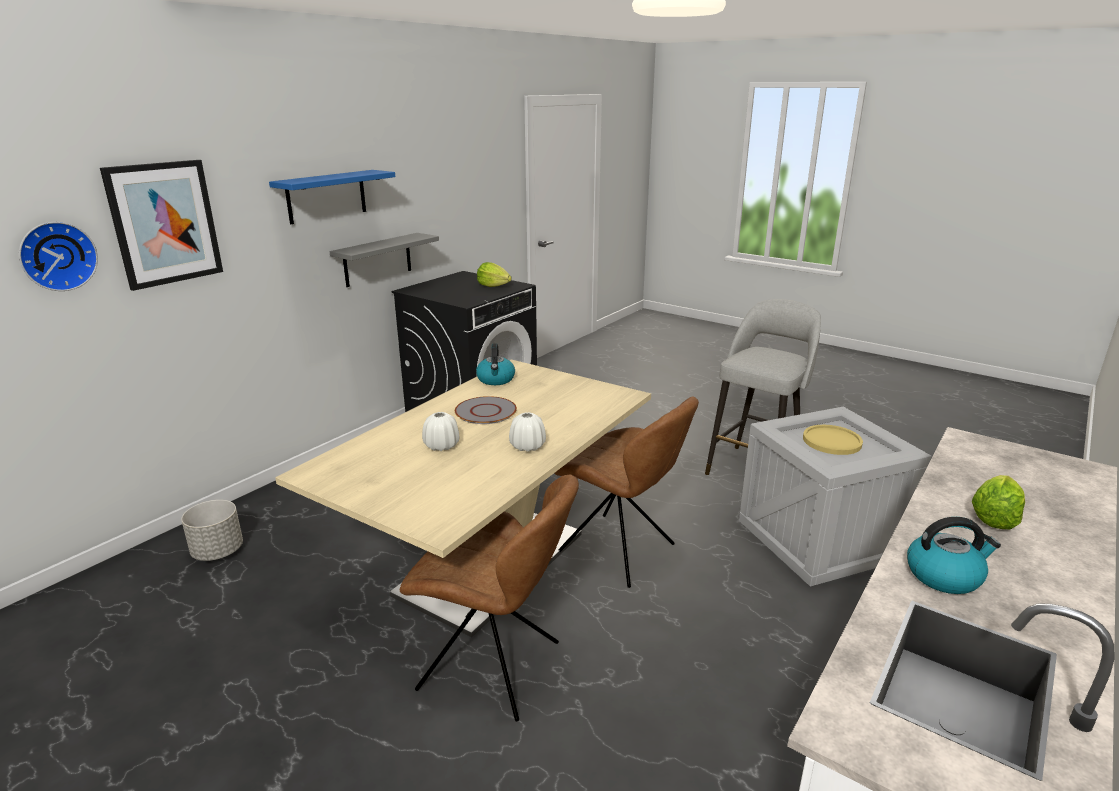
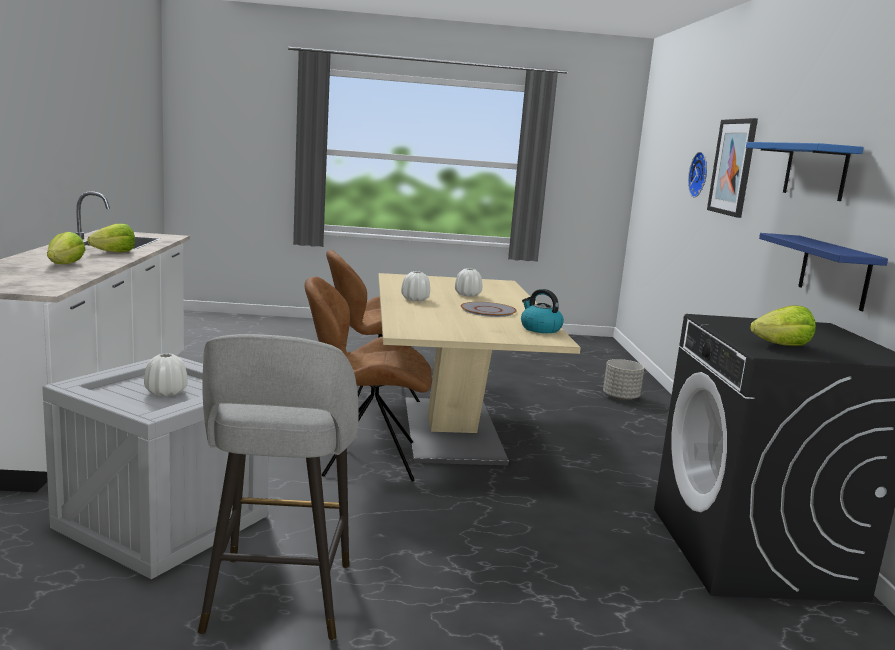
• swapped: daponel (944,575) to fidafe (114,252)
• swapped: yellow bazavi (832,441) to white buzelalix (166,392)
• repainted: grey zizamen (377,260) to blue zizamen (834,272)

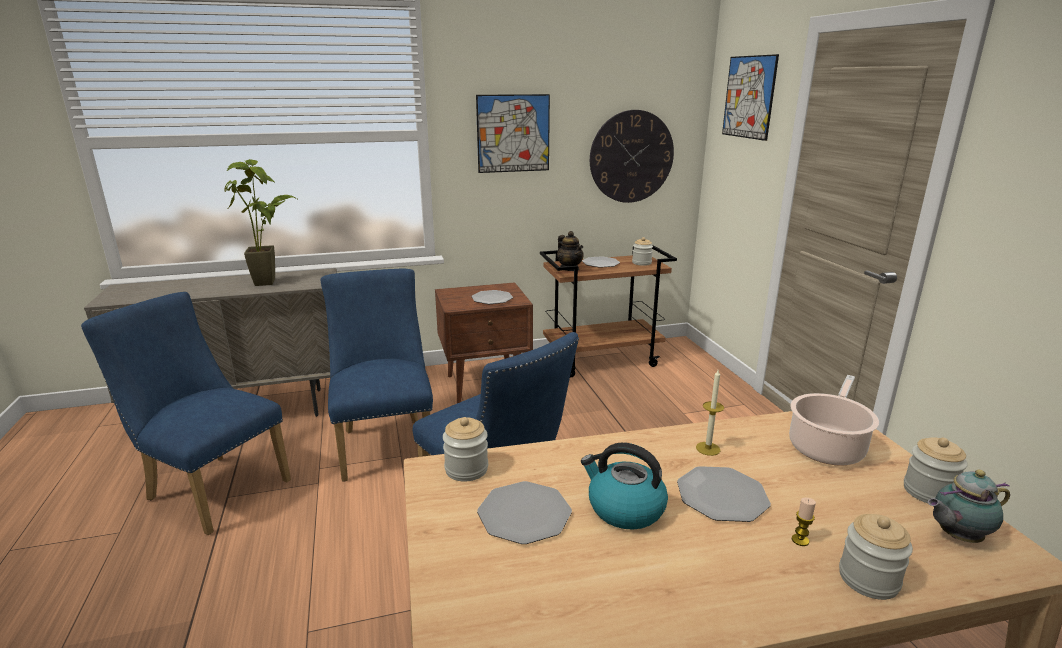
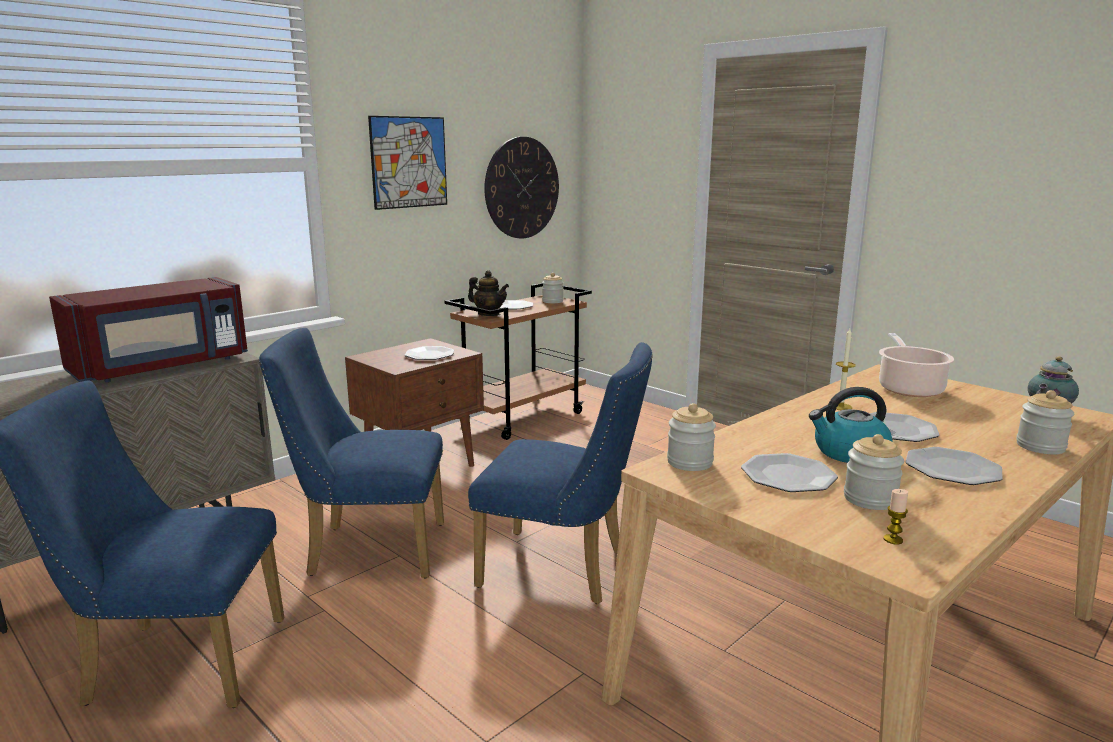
• swapped: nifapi (274,283) to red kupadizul (162,367)
• rotated: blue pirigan (386,444) = (367,550) 45 degrees counterclockwise
• shifted: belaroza (928,492) to (870,499)
• shifted: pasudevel (800,540) to (893,539)
• new: bazavi (952,468)
• gone: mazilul (749,97)

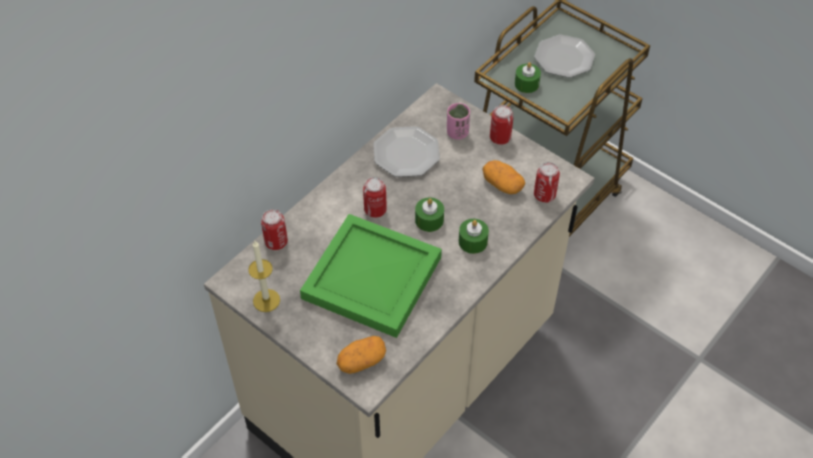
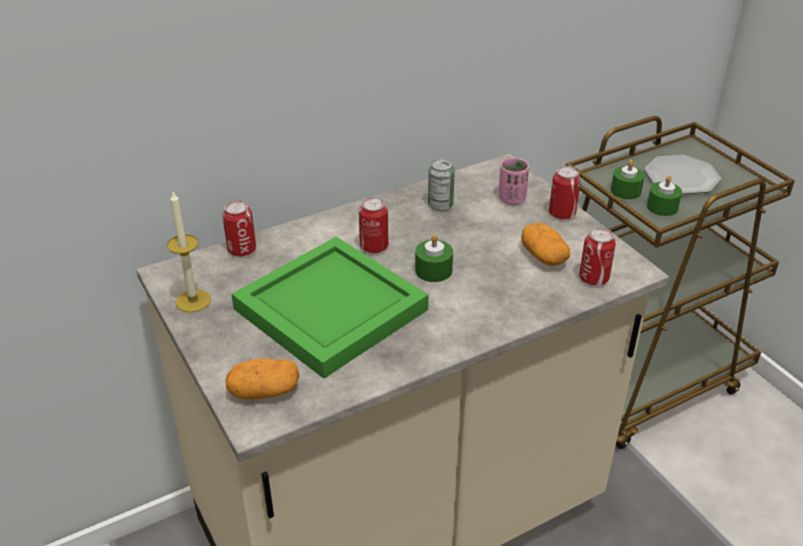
• swapped: bazavi (406,154) to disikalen (440,205)
• shifted: green pasudevel (473,241) to (662,207)

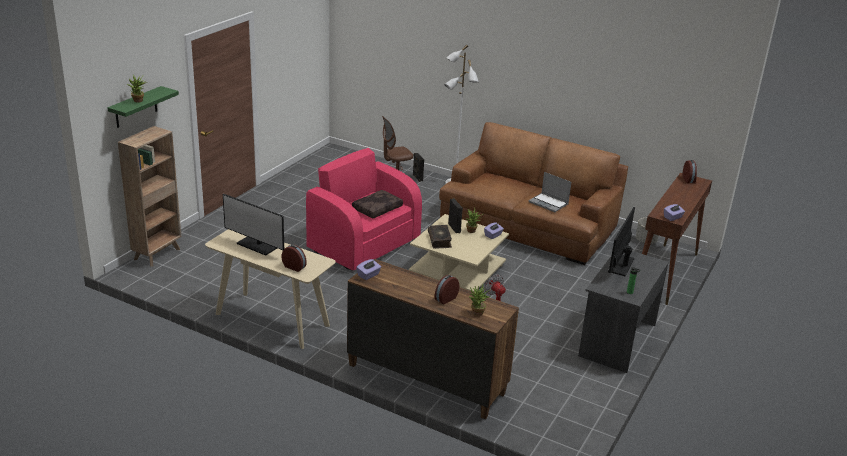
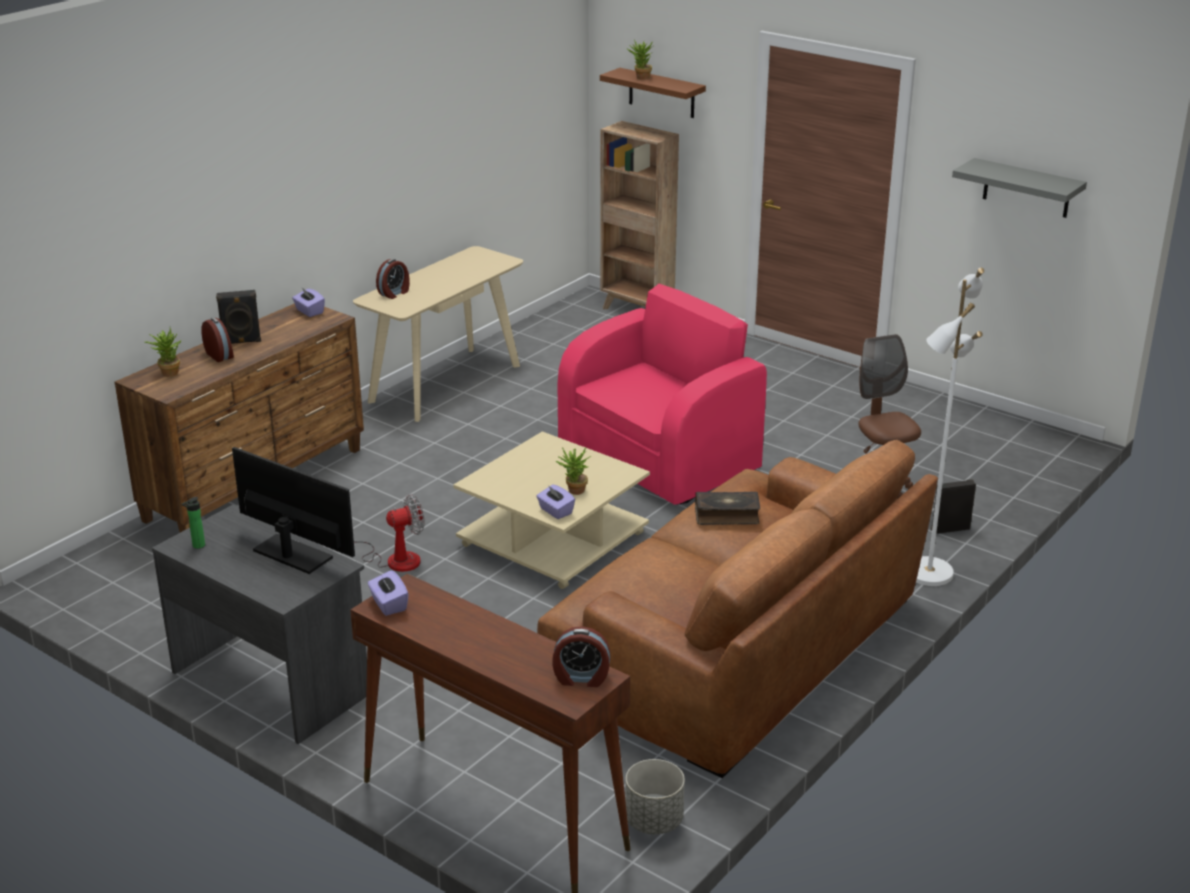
• shifted: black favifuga (455,228) to (241,342)
• repainted: green zizamen (136,107) to brown zizamen (661,93)
• shifted: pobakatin (440,240) to (727,515)
• new: grey zizamen (1026,188)
• gone: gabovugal (256,246)
• gone: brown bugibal (377,209)
• gone: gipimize (549,203)

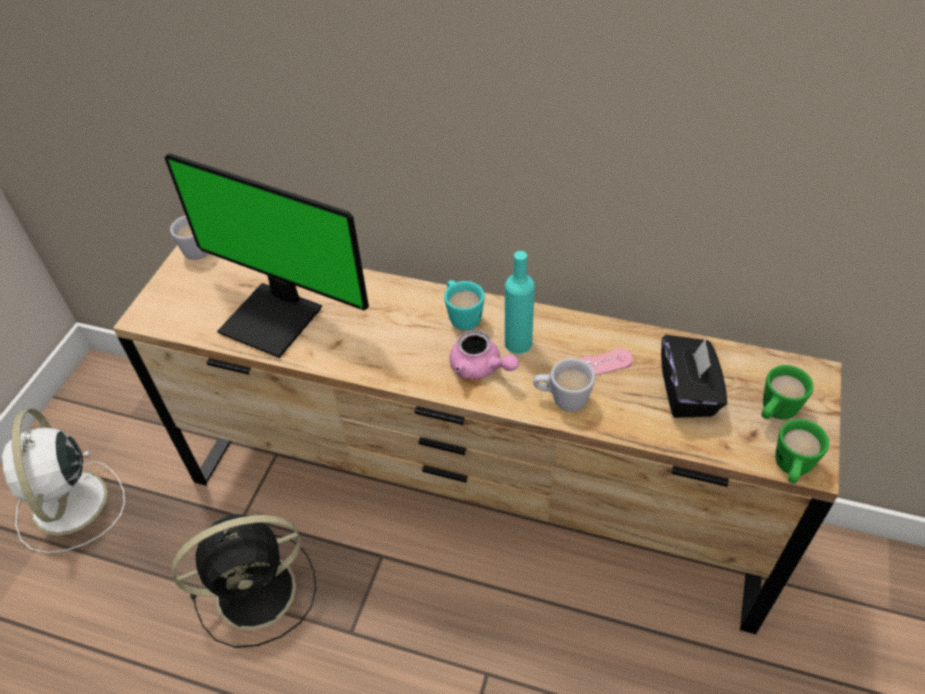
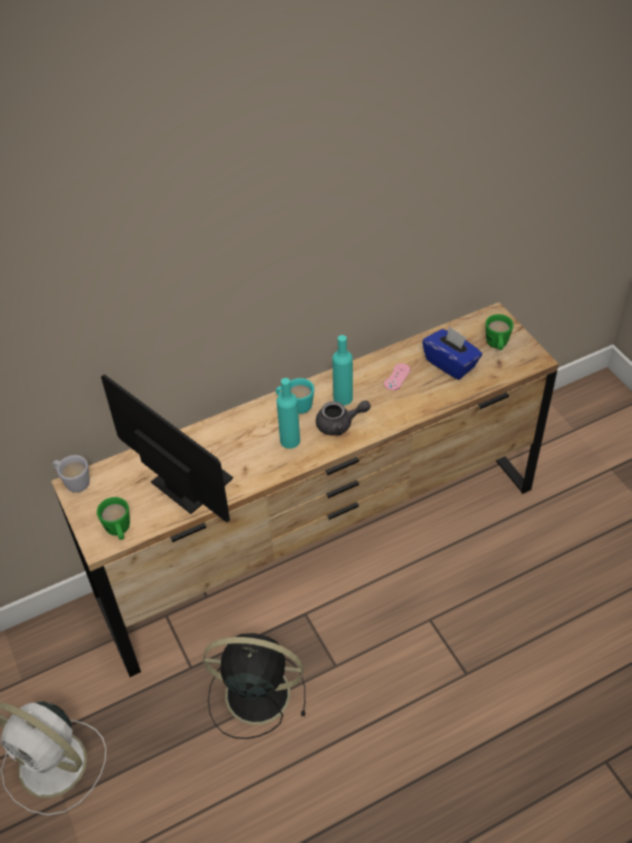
• shifted: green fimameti (791,469) to (119,531)
• rotated: gabovugal (275,318) = (188,483) 120 degrees counterclockwise
• rotated: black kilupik (260,590) = (254,693) 105 degrees counterclockwise
• new: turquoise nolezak (290,440)
• repainted: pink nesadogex (480,368) to grey nesadogex (340,424)
• repainted: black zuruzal (688,392) to blue zuruzal (450,363)
• gone: white fimameti (561,399)

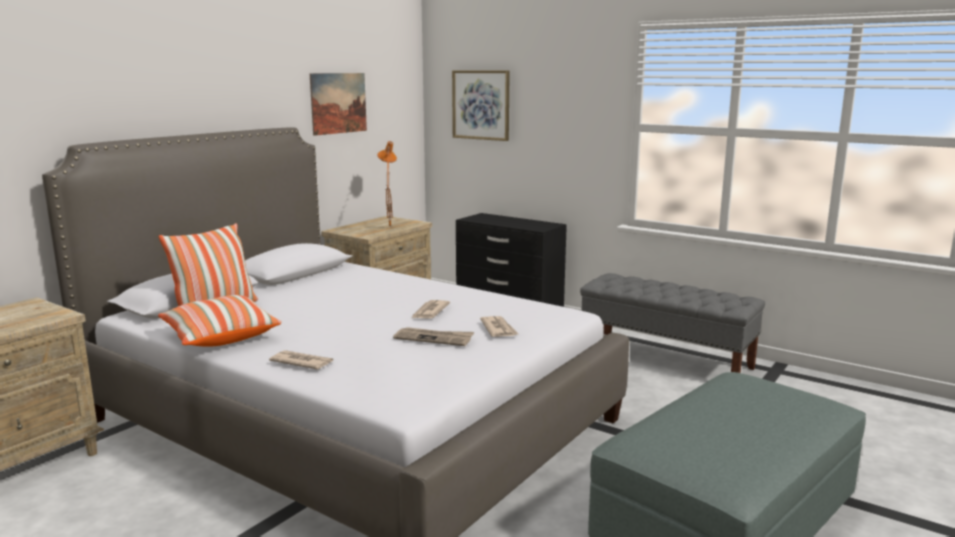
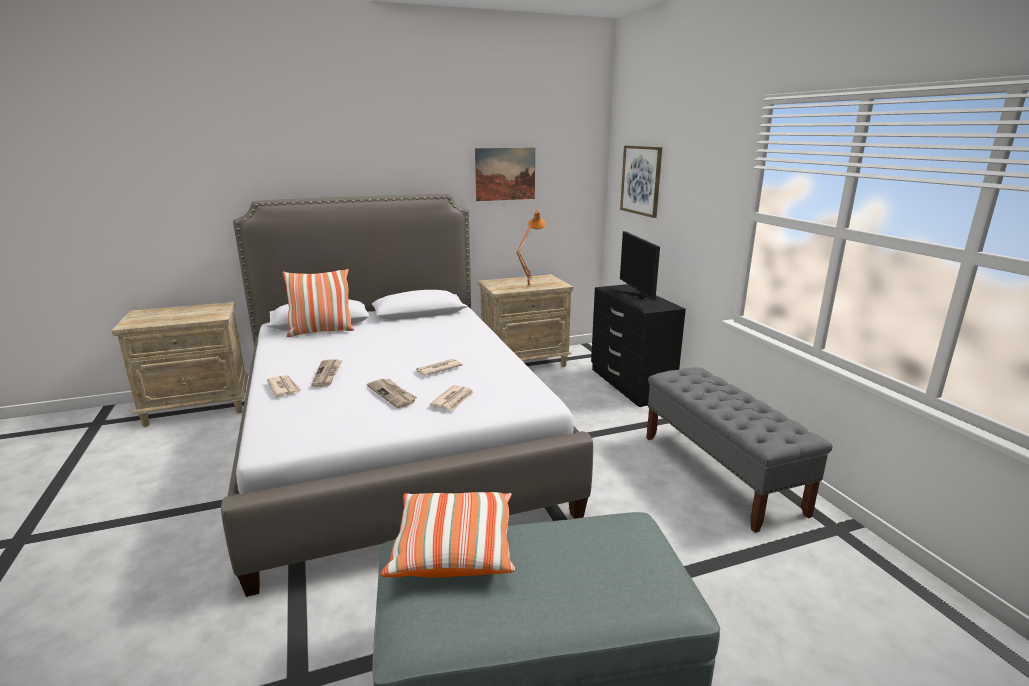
• new: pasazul (327,374)
• shifted: bugibal (219,337) to (453,549)
• new: gabovugal (639,298)

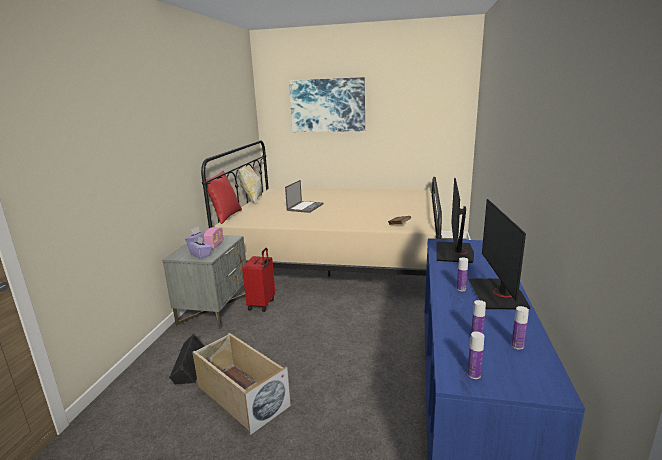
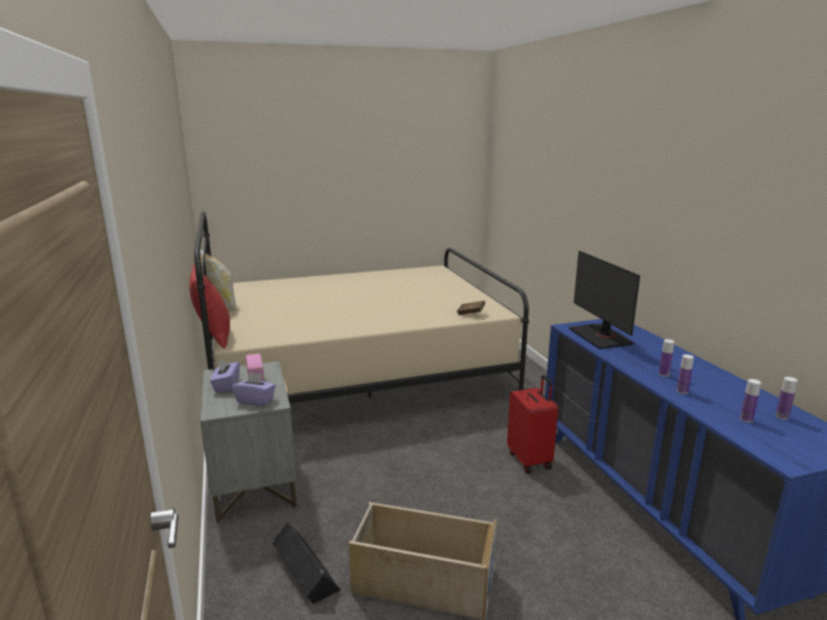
• shifted: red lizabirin (262,304) to (530,460)
• shifted: nolezak (473,375) to (682,391)
• gone: gipimize (305,207)
• gone: mazilul (327,105)
• gone: gabovugal (498,294)

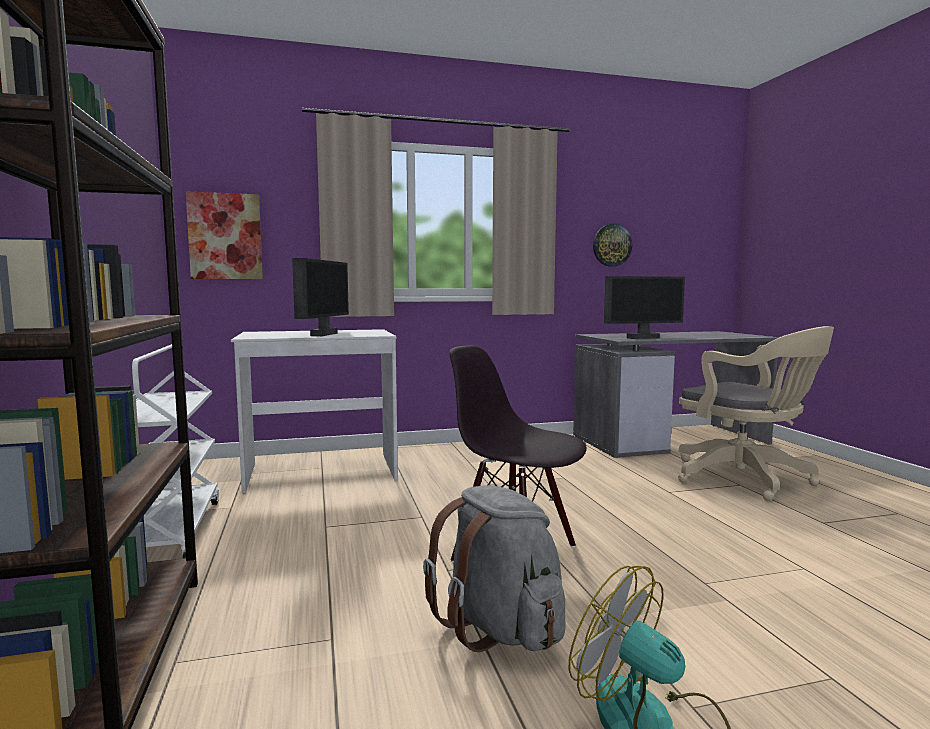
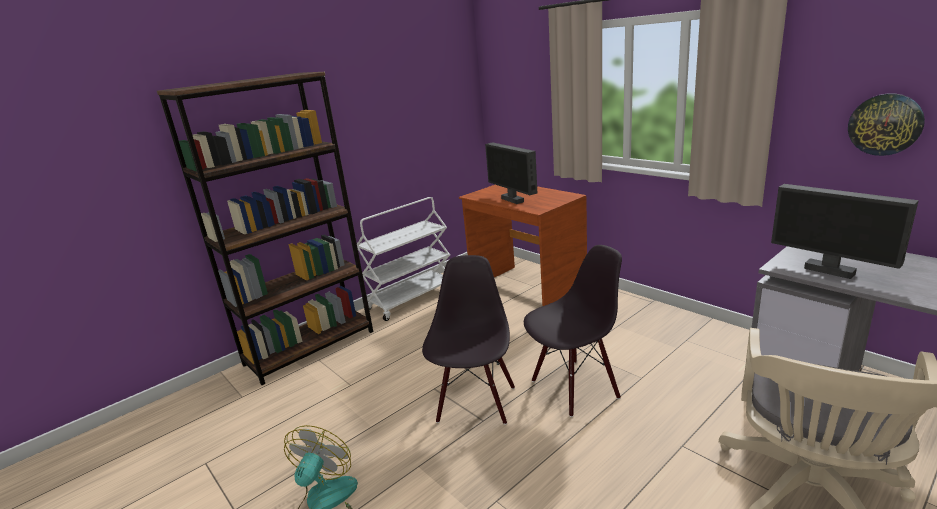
• repainted: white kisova (321,472) to brown kisova (526,290)
• rotated: gabovugal (322,334) = (513,200) 75 degrees clockwise
• new: black pirigan (574,388)
• gone: mazilul (225,236)
• gone: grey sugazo (499,627)

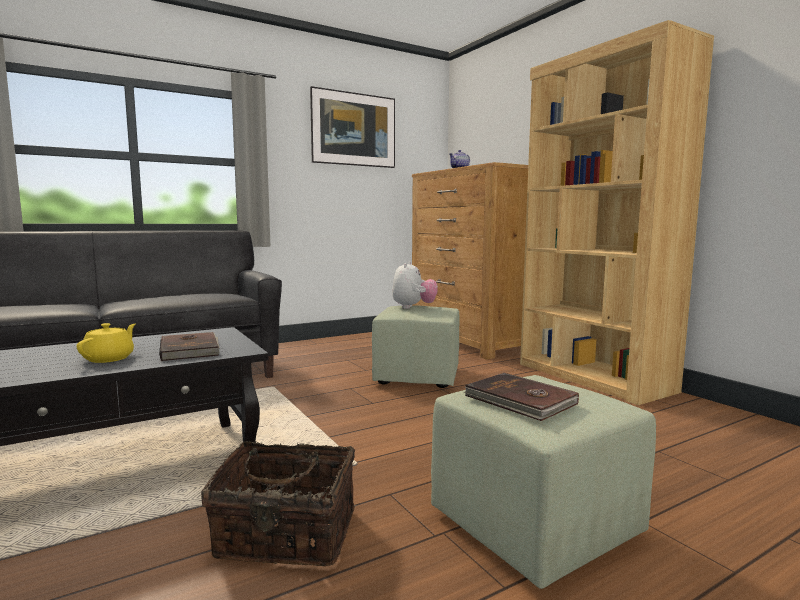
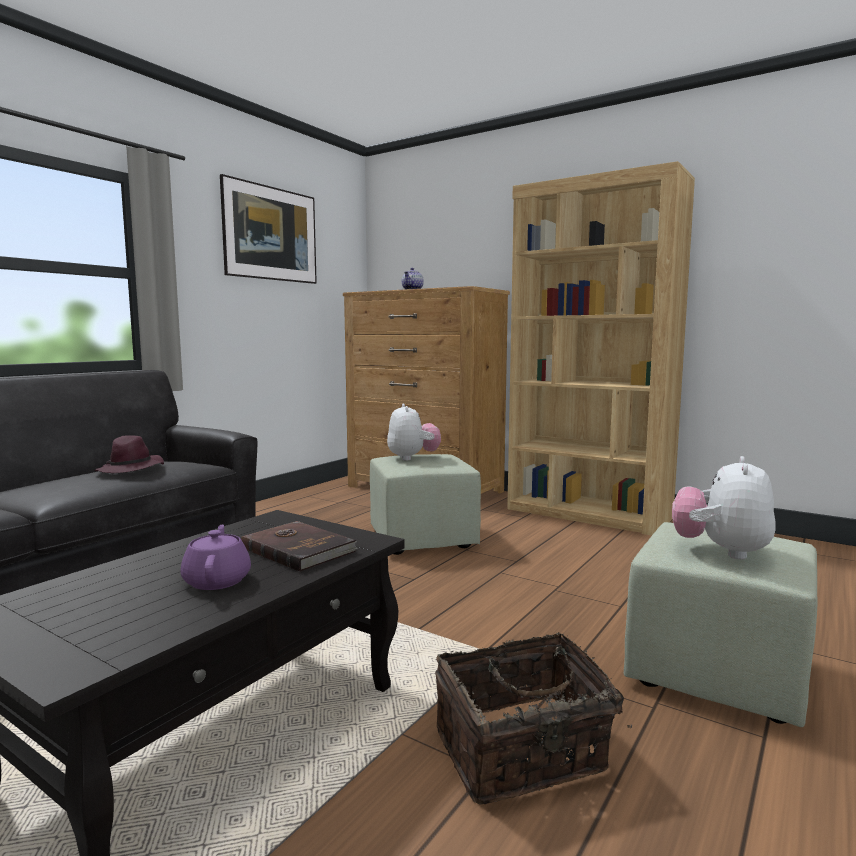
• new: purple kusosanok (131,469)
• repainted: yellow nesadogex (109,358) to purple nesadogex (217,580)
• swapped: brown pobakatin (520,401) to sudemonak (721,551)

